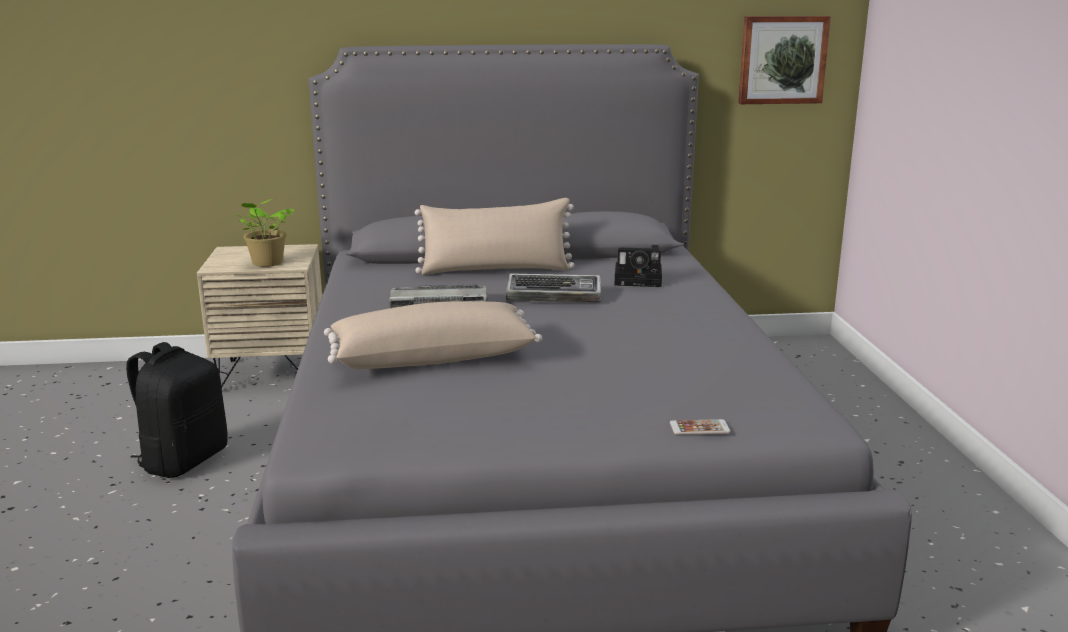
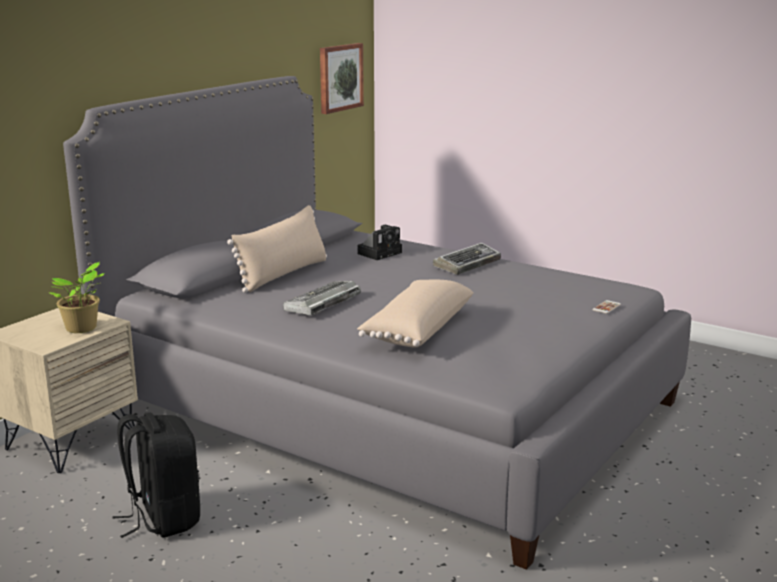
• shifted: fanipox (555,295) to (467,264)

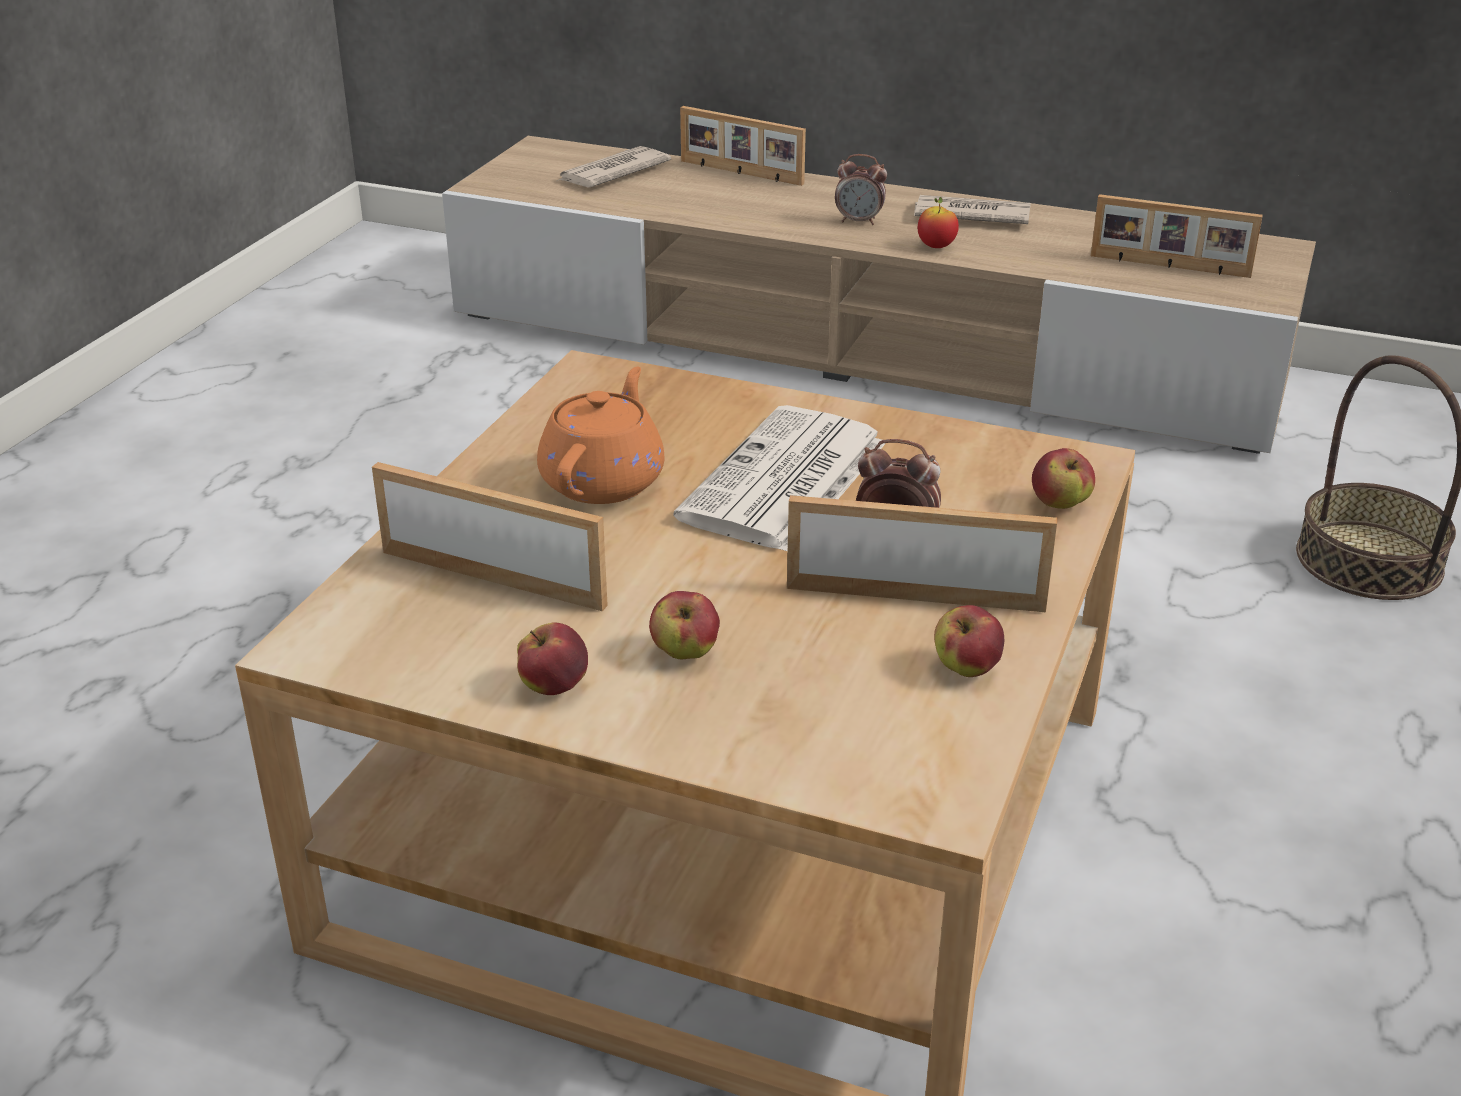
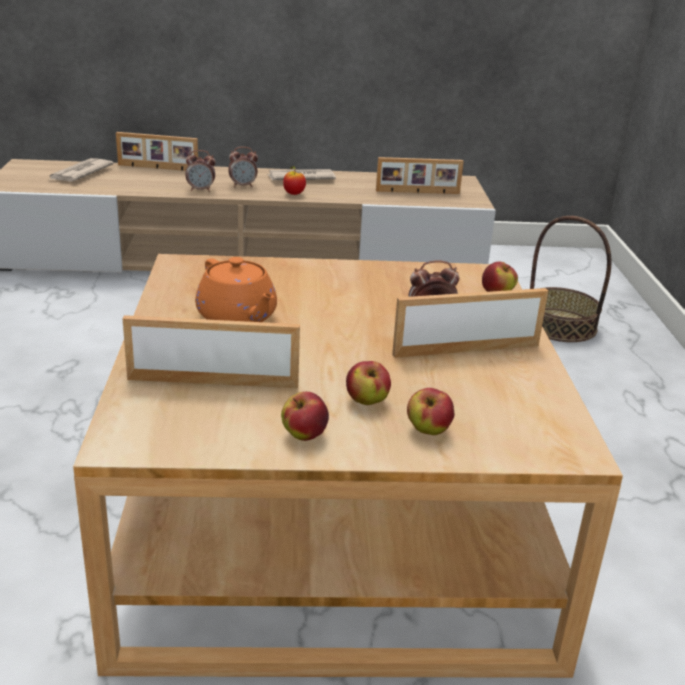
• new: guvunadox (201,190)
• rotated: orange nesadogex (604,480) = (237,318) 150 degrees clockwise
• shifted: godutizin (966,669) to (428,431)
• gone: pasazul (785,482)

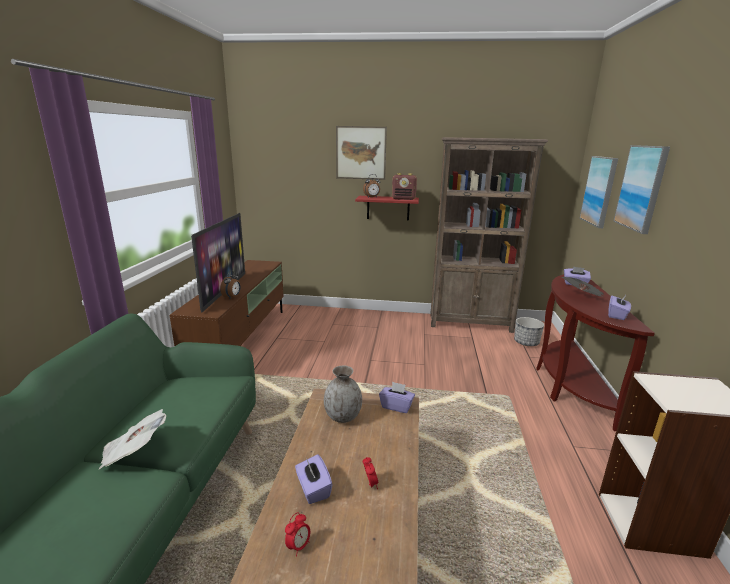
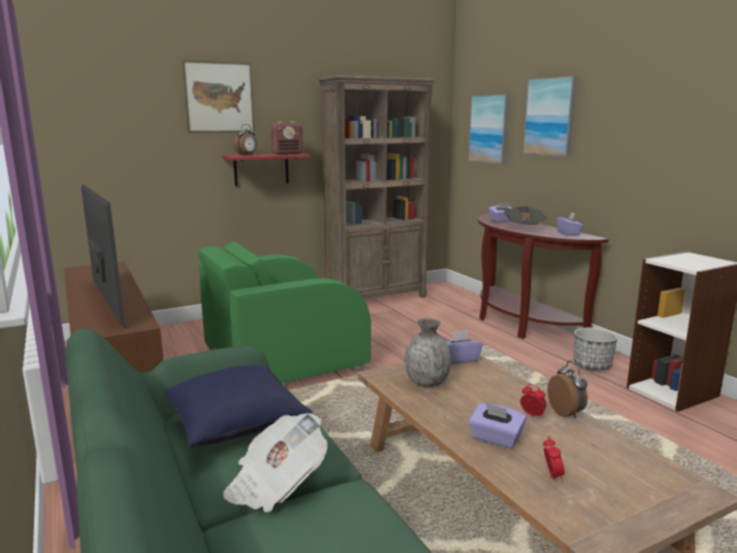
• new: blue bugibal (237,425)
• new: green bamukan (283,360)
• shifted: guvunadox (232,297) to (567,413)
• shifted: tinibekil (526,342) to (592,365)

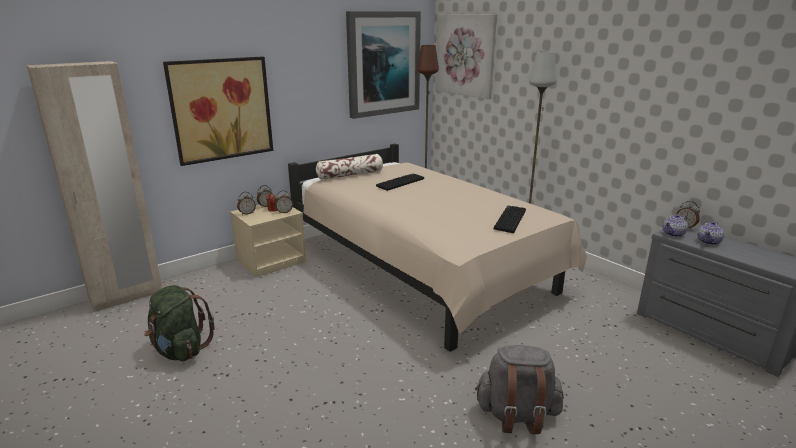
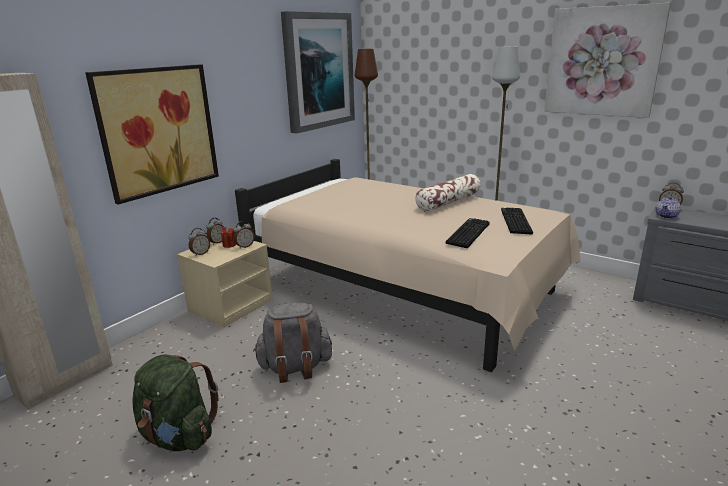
• shifted: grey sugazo (517,415) to (295,367)
• shifted: bugibal (350,175) to (448,202)
• shifted: fanipox (400,182) to (467,233)
• shifted: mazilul (465,55) to (602,62)
• gone: nesadogex (709,242)

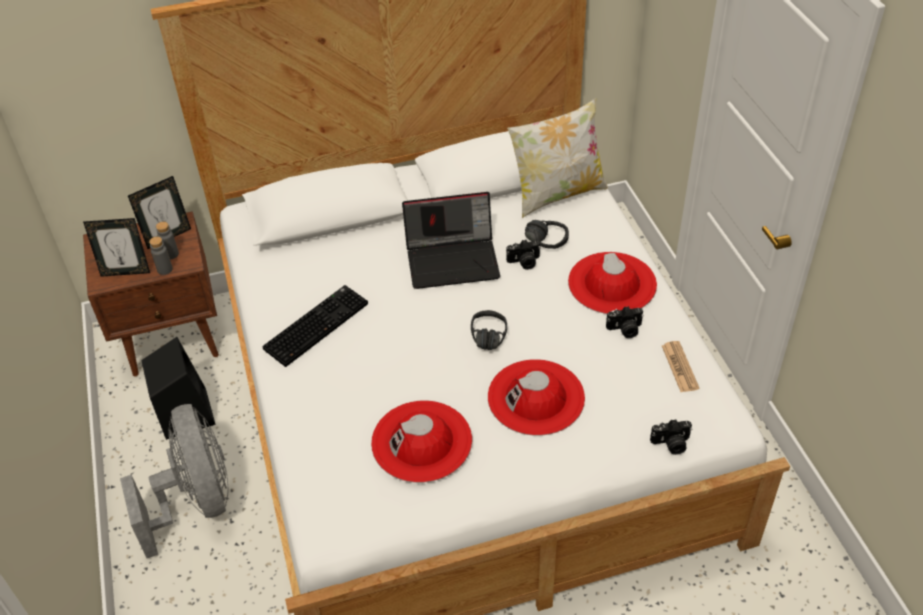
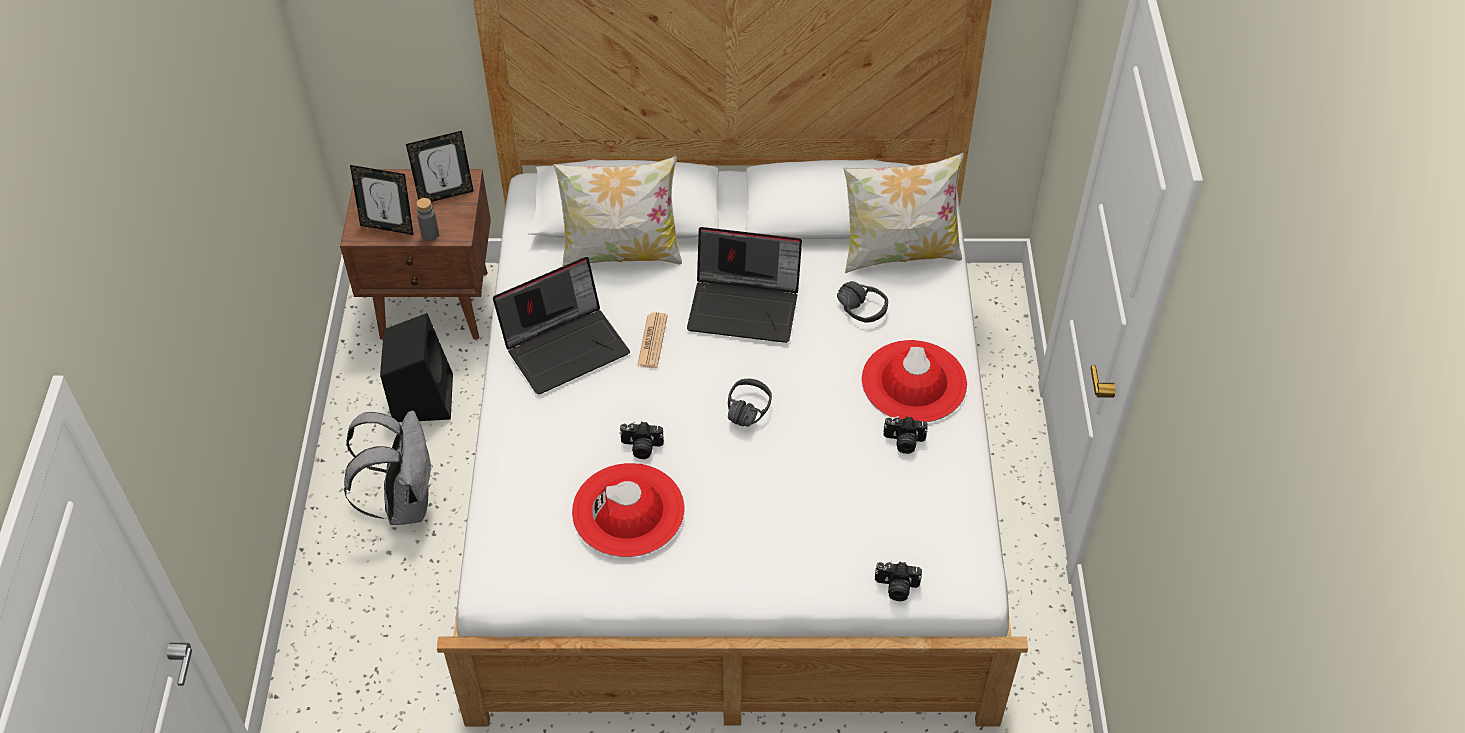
• swapped: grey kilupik (196,502) to grey sugazo (404,502)
• swapped: fanipox (316,325) to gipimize (566,346)
• new: bugibal (621,253)
• shifted: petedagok (524,262) to (641,447)
• shifted: pasazul (679,367) to (652,341)
• gone: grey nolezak (171,254)
• gone: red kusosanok (536,397)

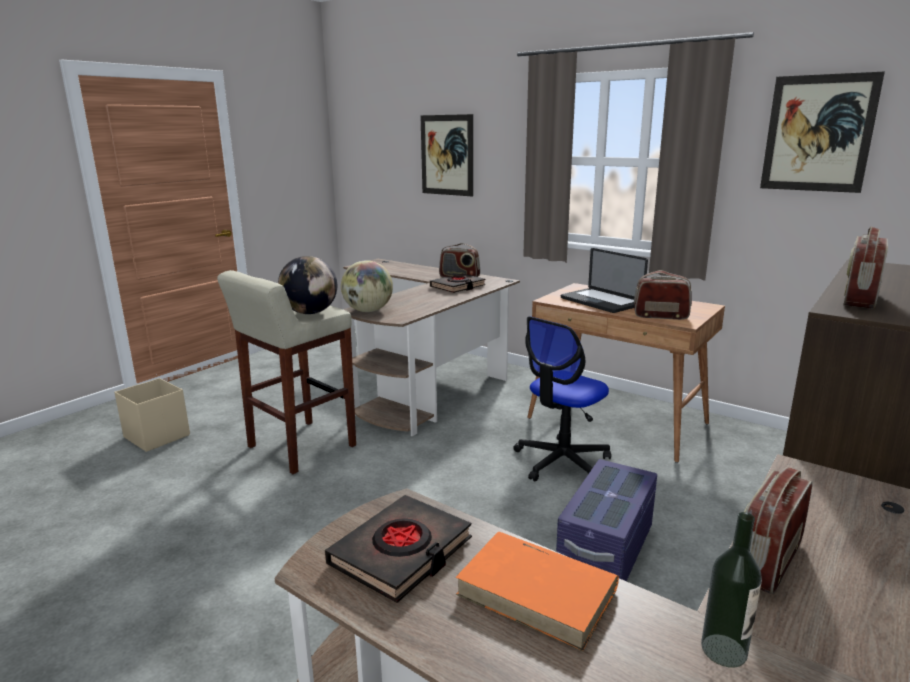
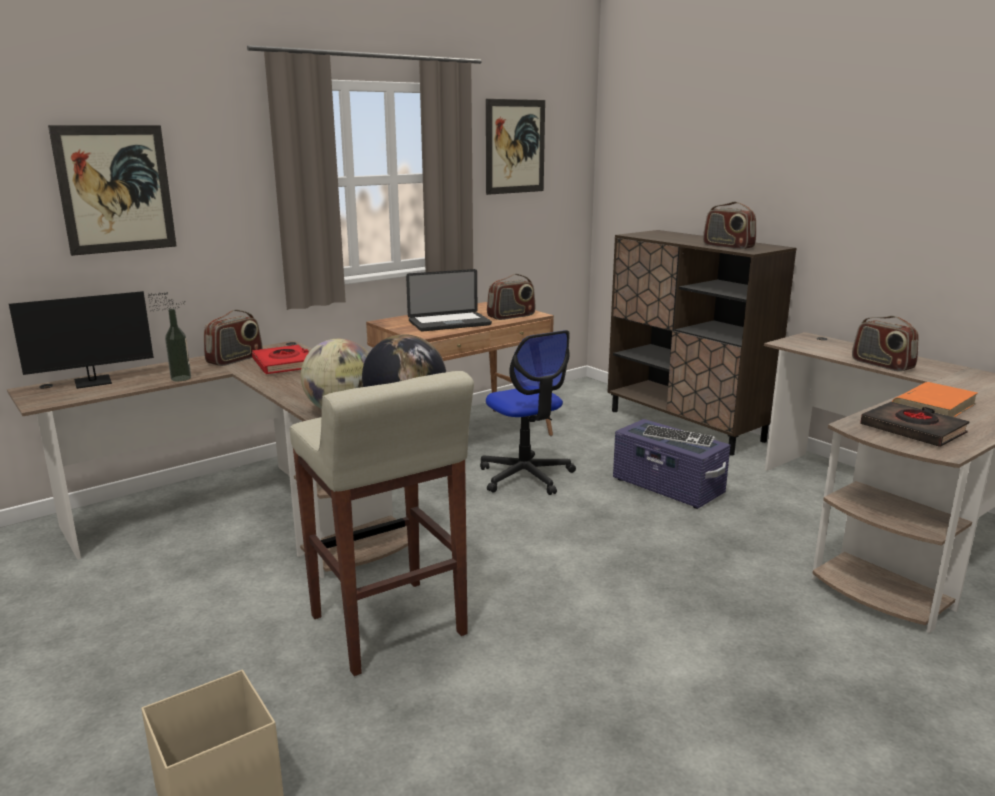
• new: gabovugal (99,381)
• shifted: nolezak (724,650) to (181,378)
• repainted: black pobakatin (457,287) to red pobakatin (283,364)
• rotated: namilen (660,316) = (511,316) 150 degrees counterclockwise
• new: fanipox (678,438)

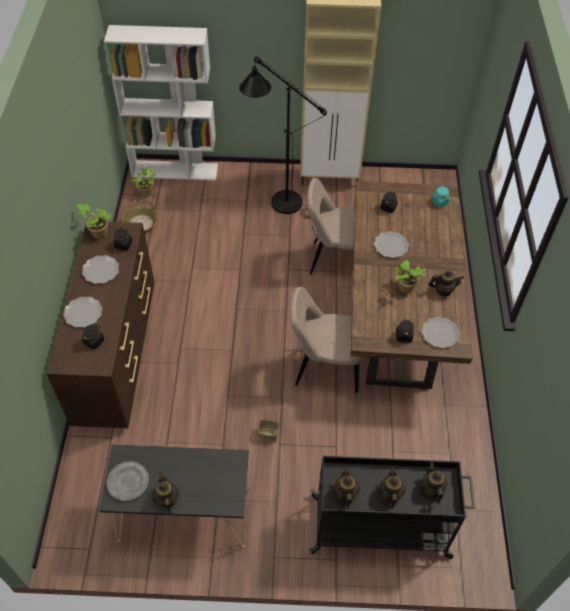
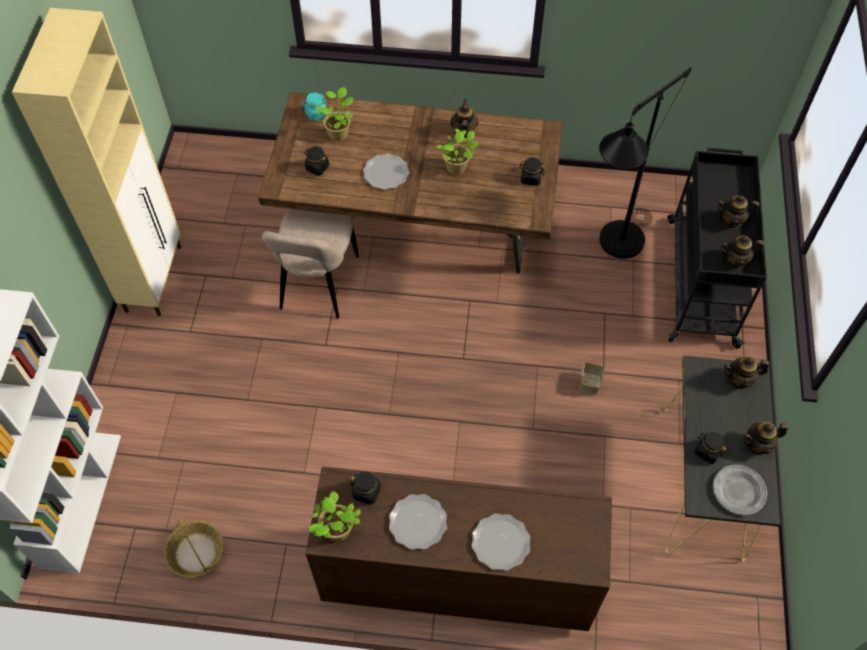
• shifted: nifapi (147,192) to (338,133)
• shifted: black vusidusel (279,199) to (614,248)
• shifted: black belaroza (94,341) to (707,451)
• shifted: nesadogex (431,489) to (739,380)
• gone: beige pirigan (324,368)
• gone: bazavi (439,333)

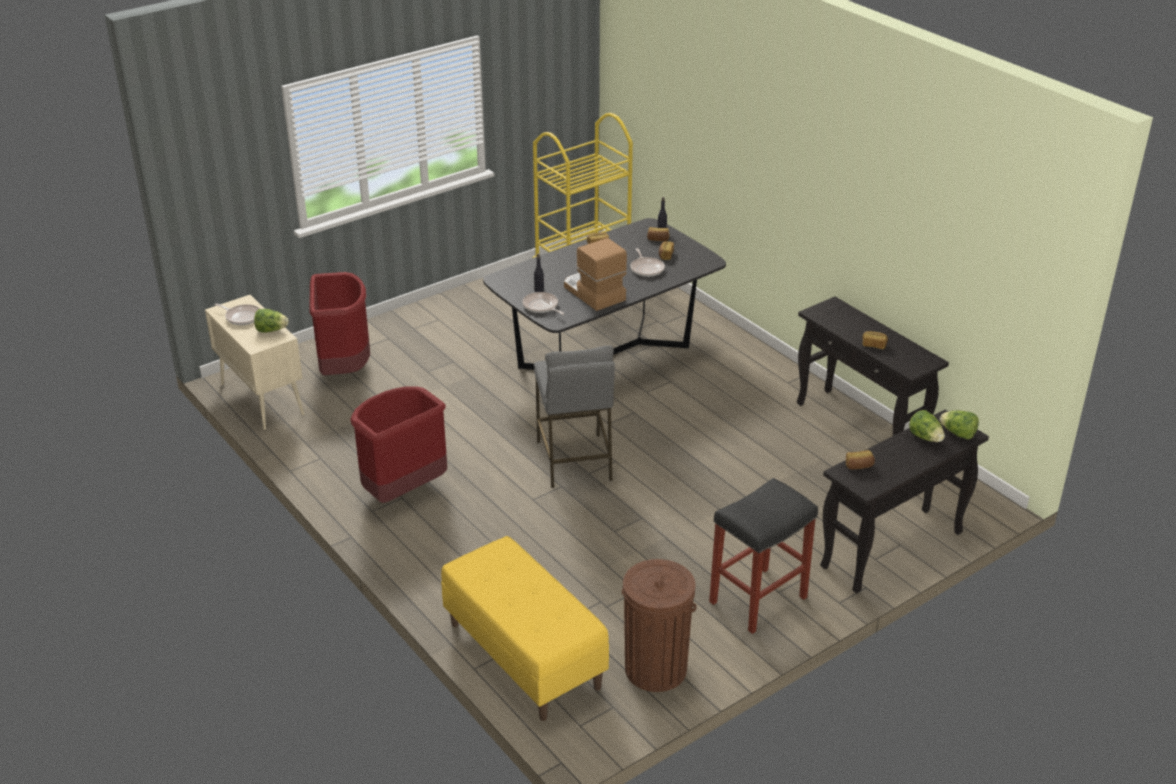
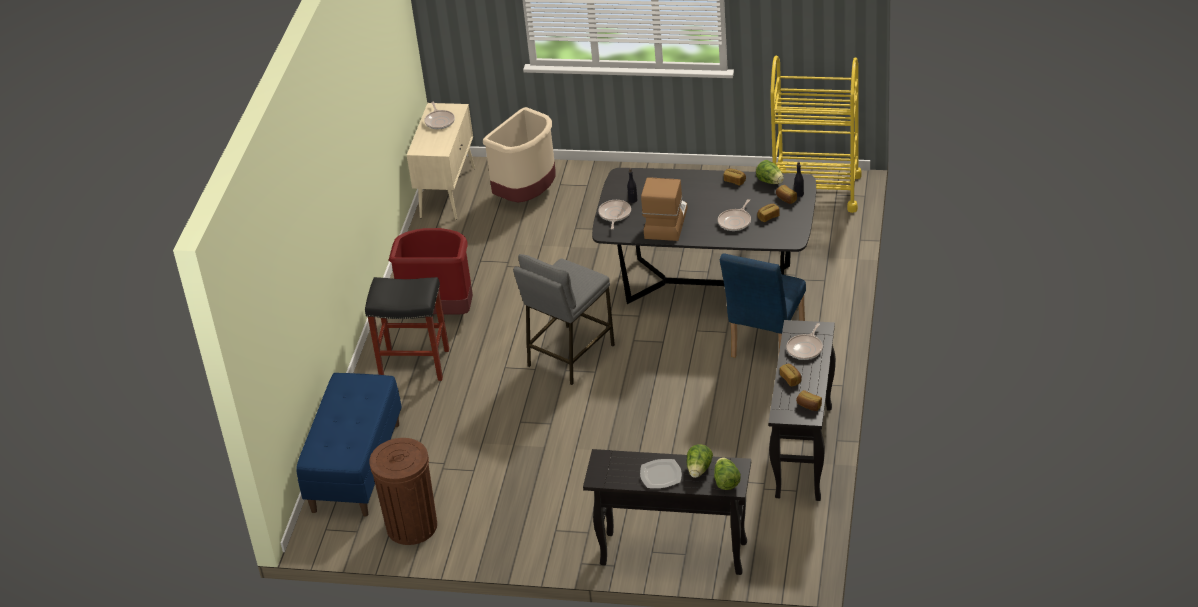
• repainted: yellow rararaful (523,655) to blue rararaful (355,466)
• shifted: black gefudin (757,601) to (413,365)
• repainted: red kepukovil (344,367) to beige kepukovil (528,194)
• new: bazavi (660,475)
• new: blue pirigan (765,345)
• shifted: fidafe (271,330) to (770,181)
• new: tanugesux (805,348)
• shifted: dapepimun (859,466) to (809,406)

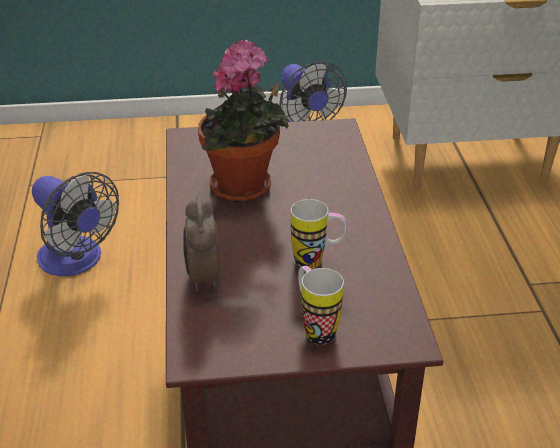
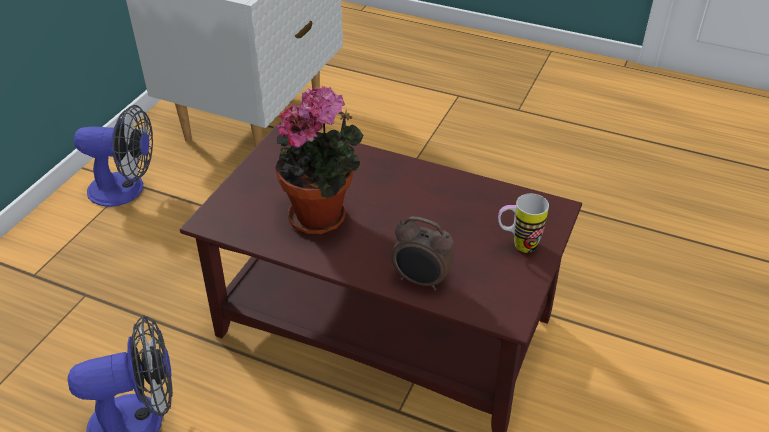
• gone: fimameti (317,261)

